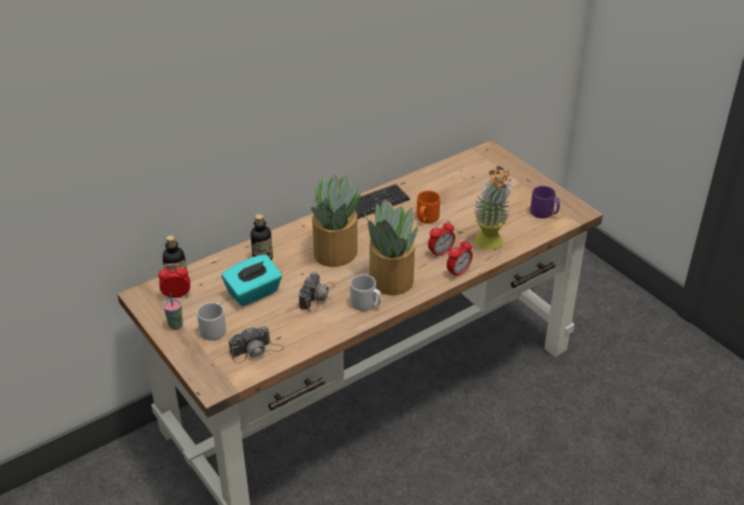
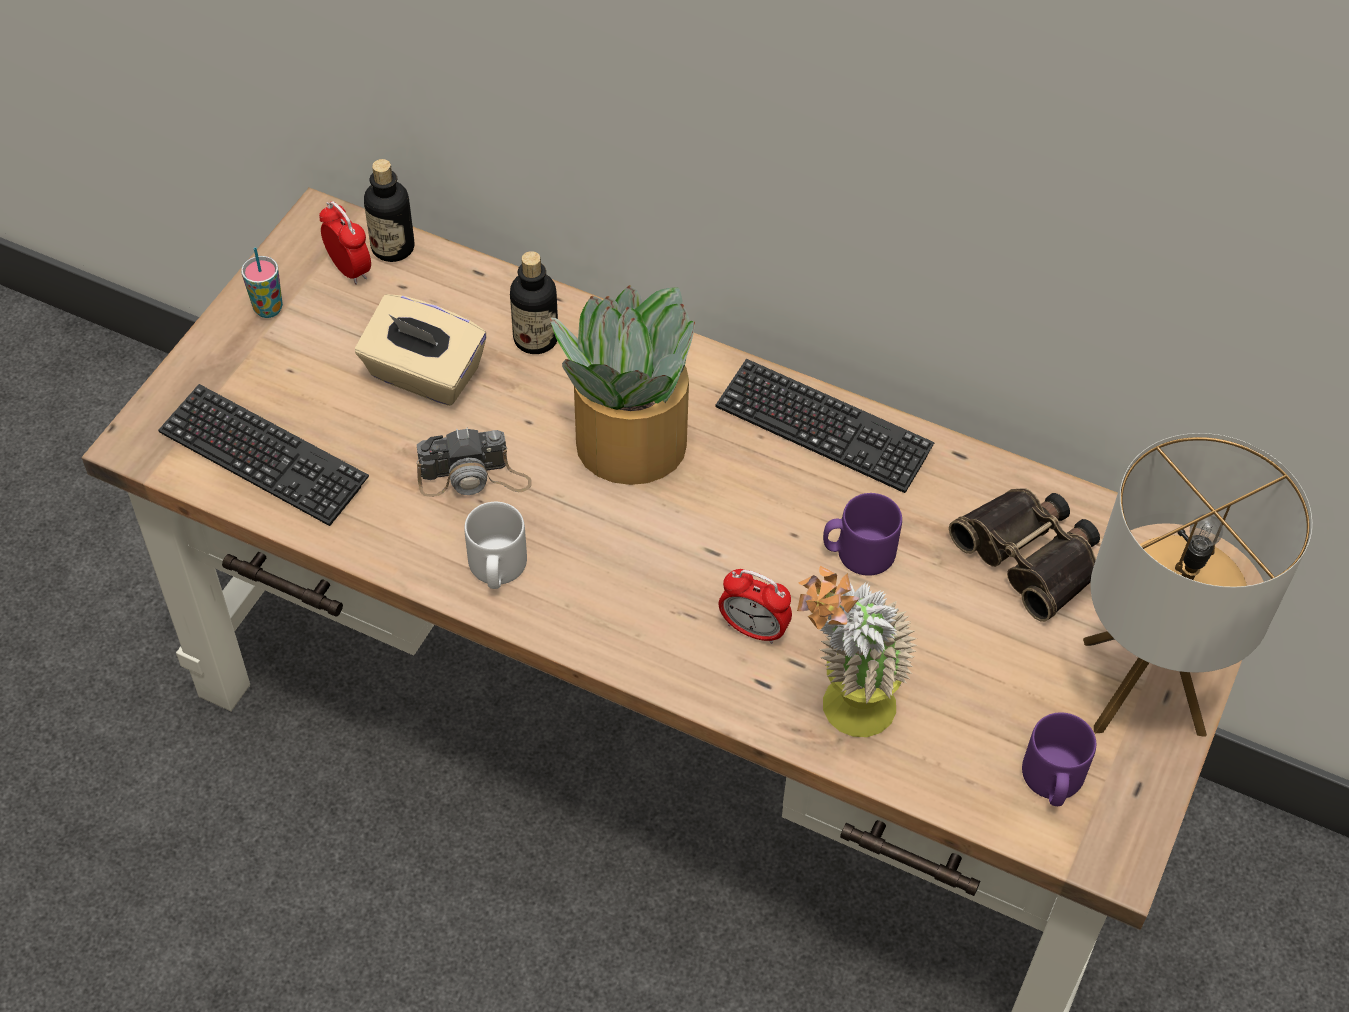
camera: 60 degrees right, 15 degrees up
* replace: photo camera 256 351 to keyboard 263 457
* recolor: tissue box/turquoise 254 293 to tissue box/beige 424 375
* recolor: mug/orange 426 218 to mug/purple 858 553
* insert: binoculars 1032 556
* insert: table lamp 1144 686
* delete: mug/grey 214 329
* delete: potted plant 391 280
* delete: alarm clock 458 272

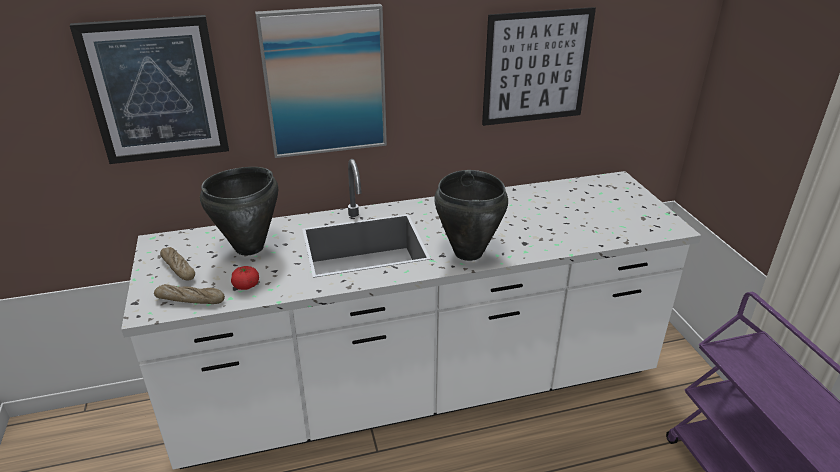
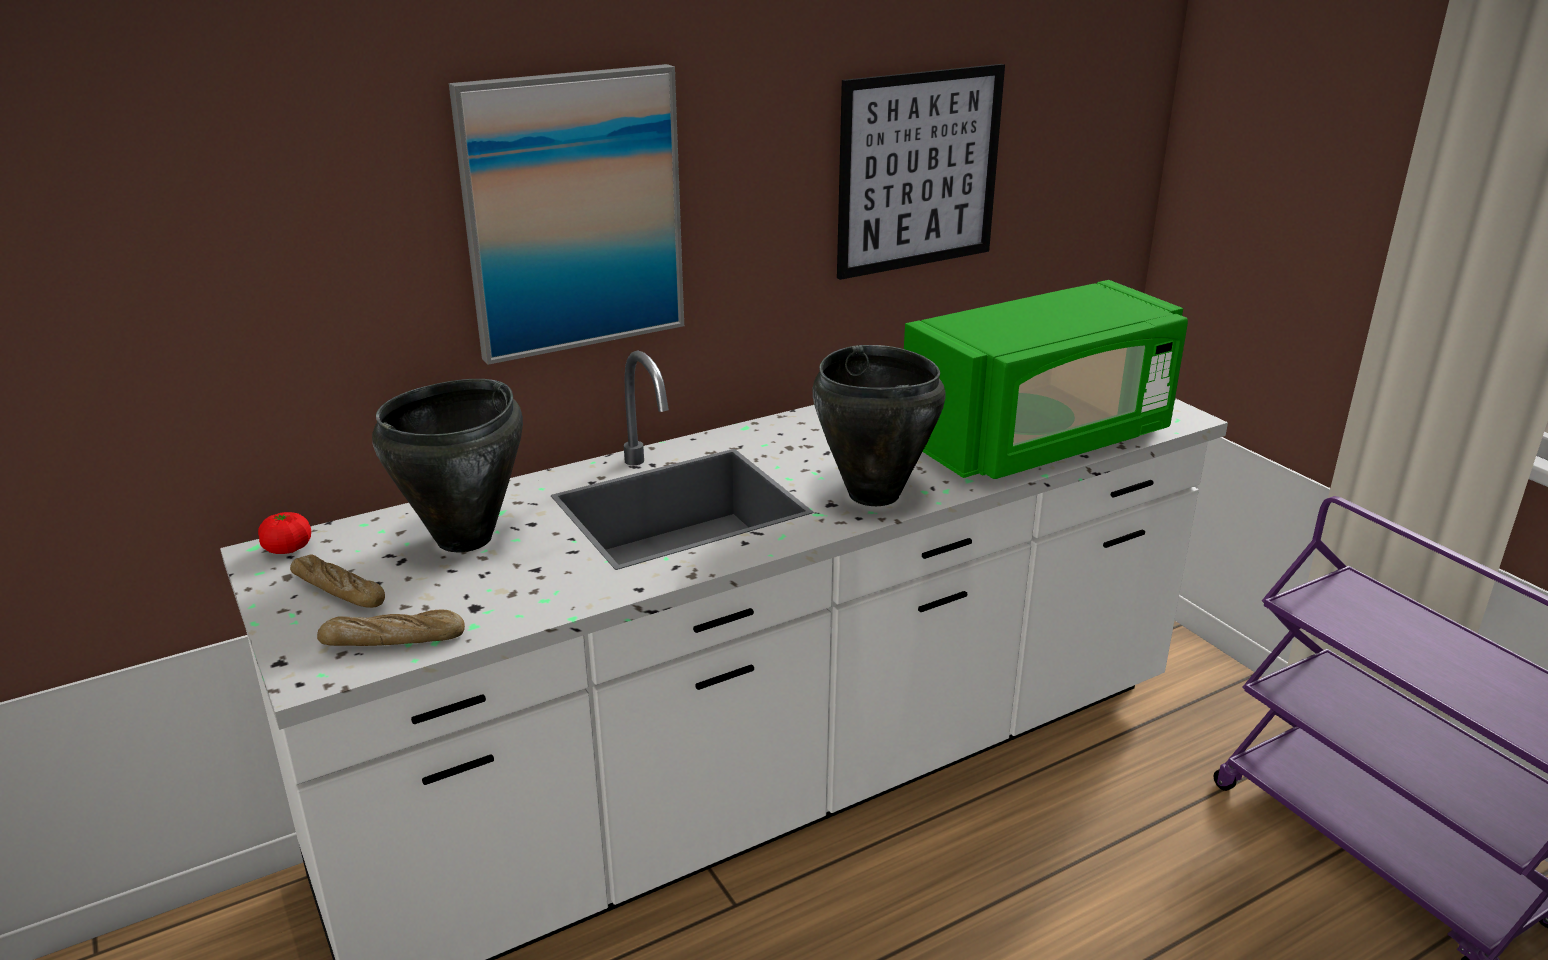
camera: 15 degrees left, 5 degrees down
* move: tomato 246 286 to 288 549
* insert: microwave/green 1040 441
* delete: picture 156 90

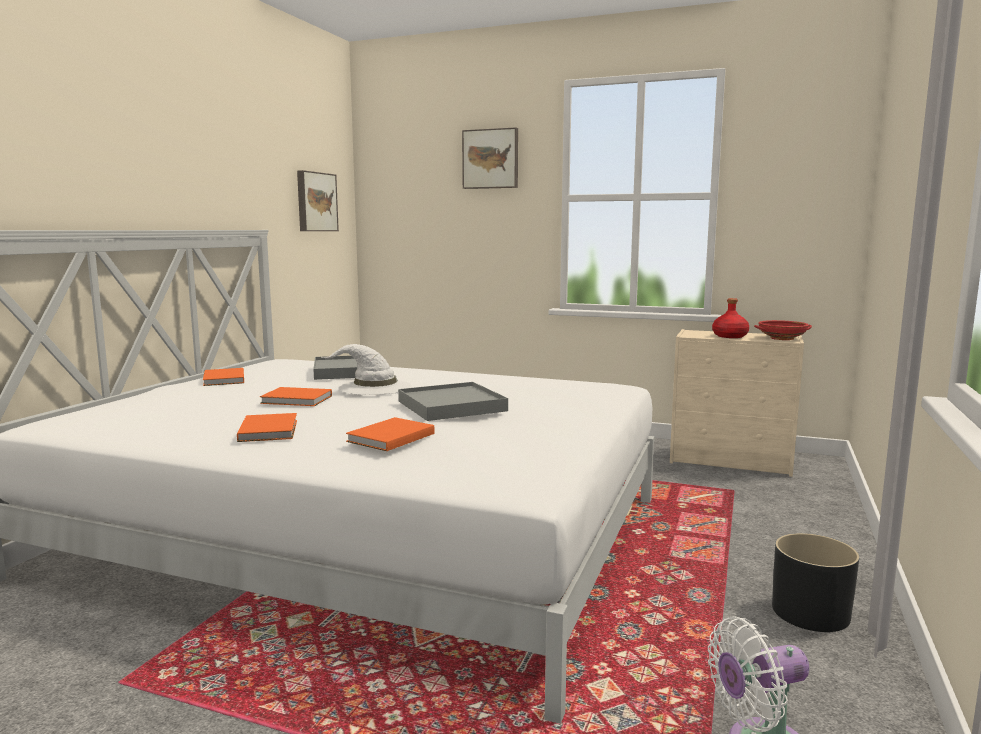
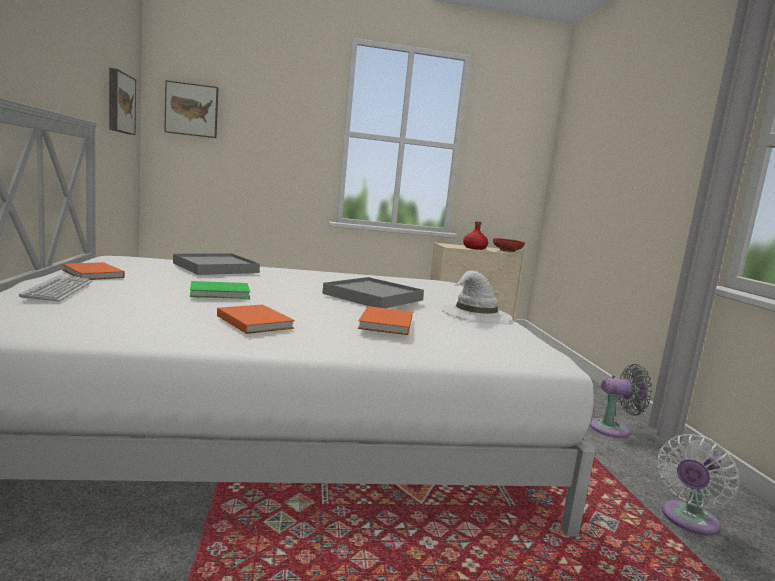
camera: 30 degrees left, 0 degrees up
* insert: keyboard 59 290
* move: picture 491 159 to 192 110
* recolor: book/orange 298 400 to book/green 221 293
* move: hat/white 374 387 to 475 313
* replace: planter/black 810 612 to fan/grey 614 429

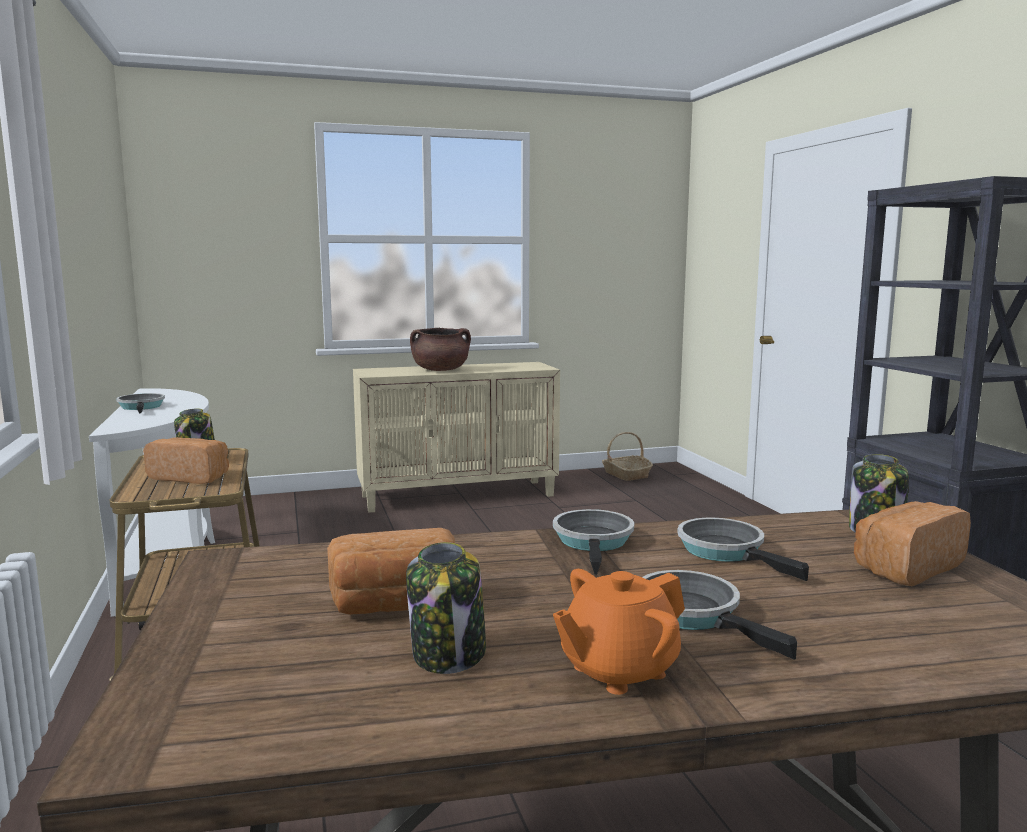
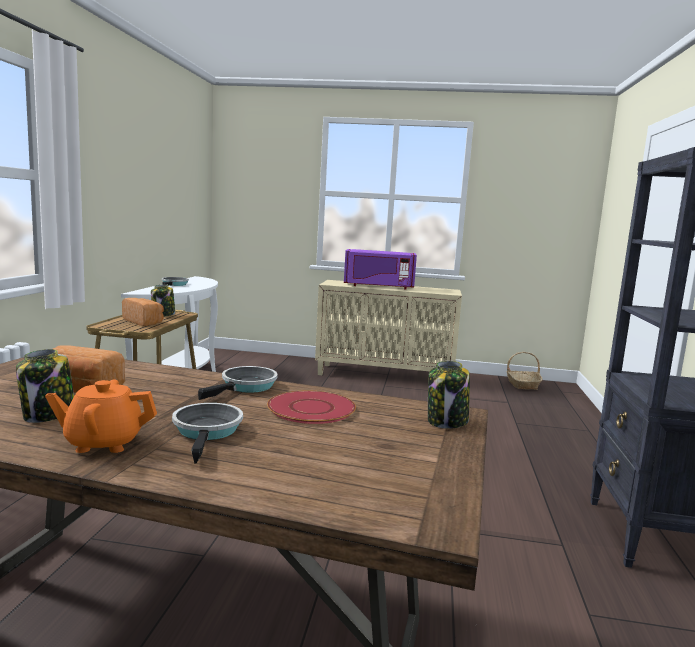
camera: 25 degrees right, 0 degrees up
* replace: frying pan 726 551 to plate/red 312 408
* replace: cooking pot/brown 440 370 to microwave/purple 378 286
* delete: bread 905 567

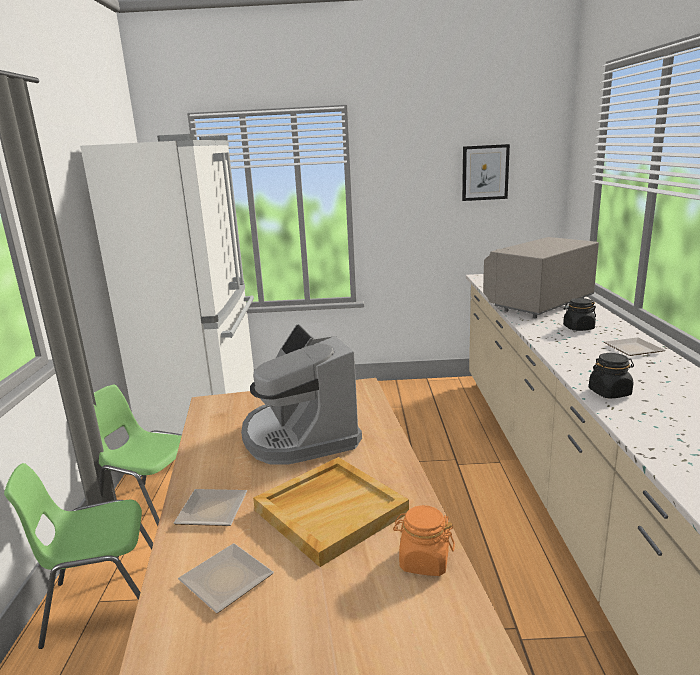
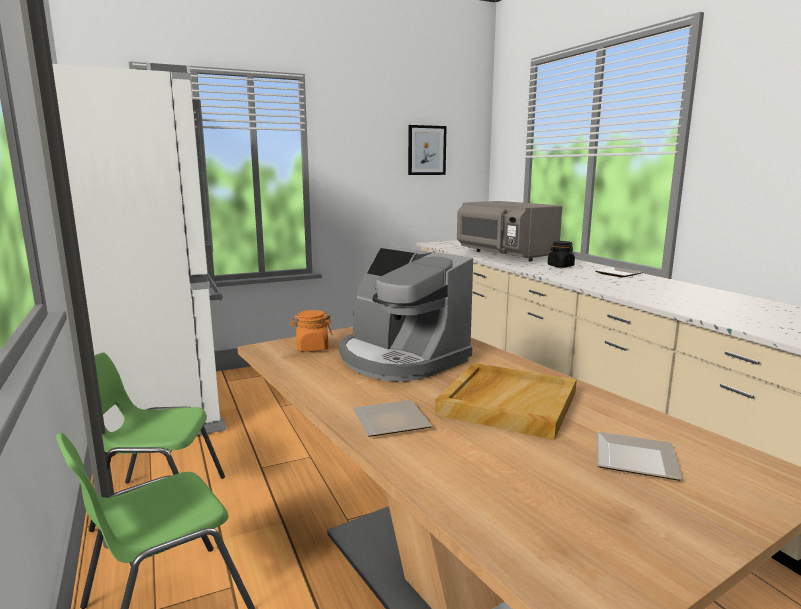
camera: 25 degrees left, 5 degrees down
* move: jar/orange 424 561 to 312 348
* rotate: microwave/grey 538 303 = 505 255 60 degrees counterclockwise
* move: plate 227 578 to 632 458
* delete: jar/black 609 392

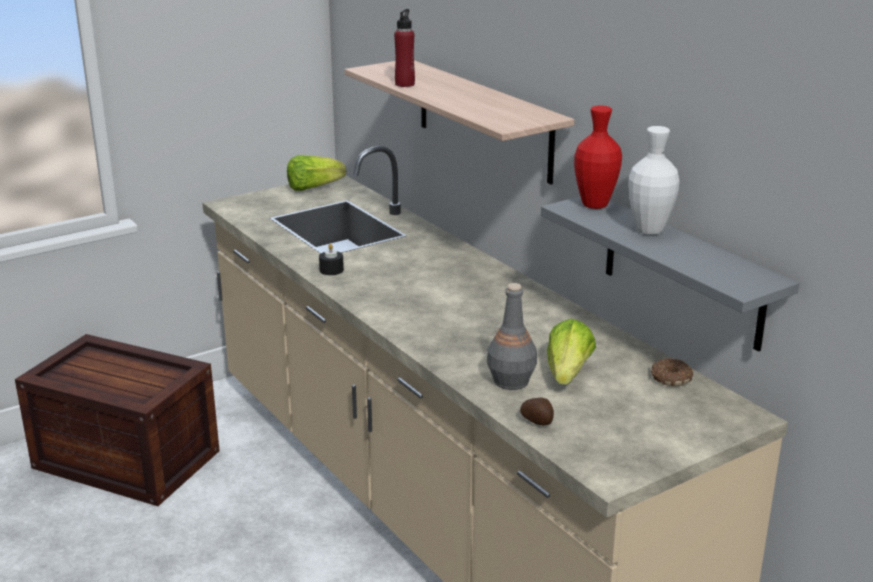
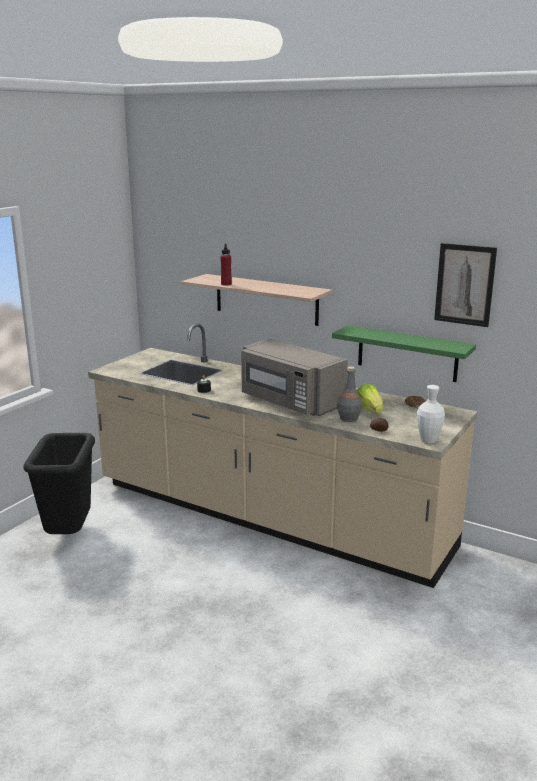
camera: 25 degrees left, 5 degrees down
* replace: crate 124 459 to trash can/black 69 535
* insert: microwave/grey 290 402
* recolor: shelf/grey 682 271 to shelf/green 407 353
* move: vase/white 649 230 to 428 441
* insert: picture 464 284
* delete: lettuce 313 188
* delete: vase/red 595 205

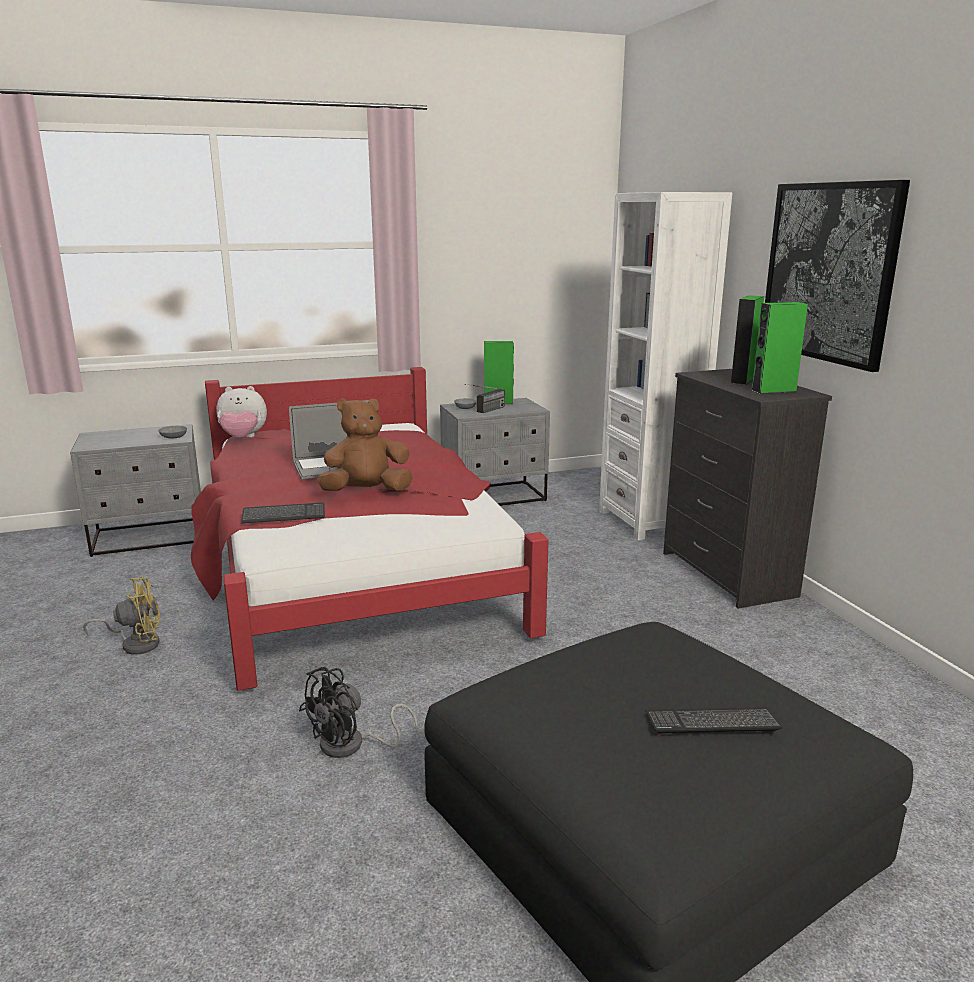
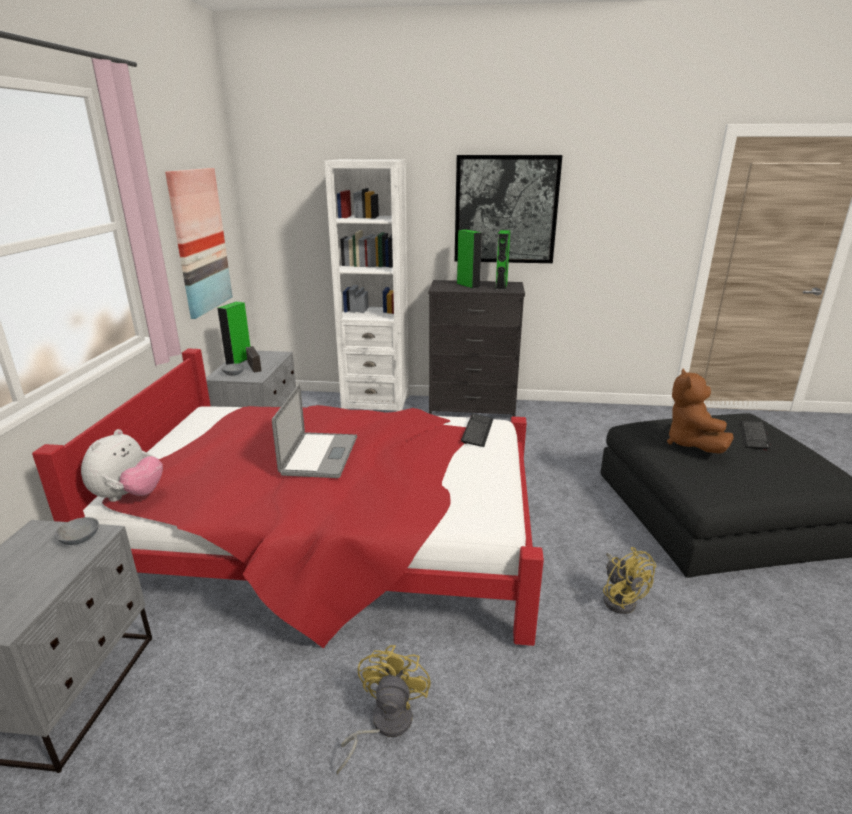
camera: 65 degrees left, 5 degrees up
* insert: picture 199 241
* move: keyboard 284 515 to 477 431
* recolor: fan/black 351 745 to fan/yellow 620 598
* move: plush toy/brown 366 492 to 691 444

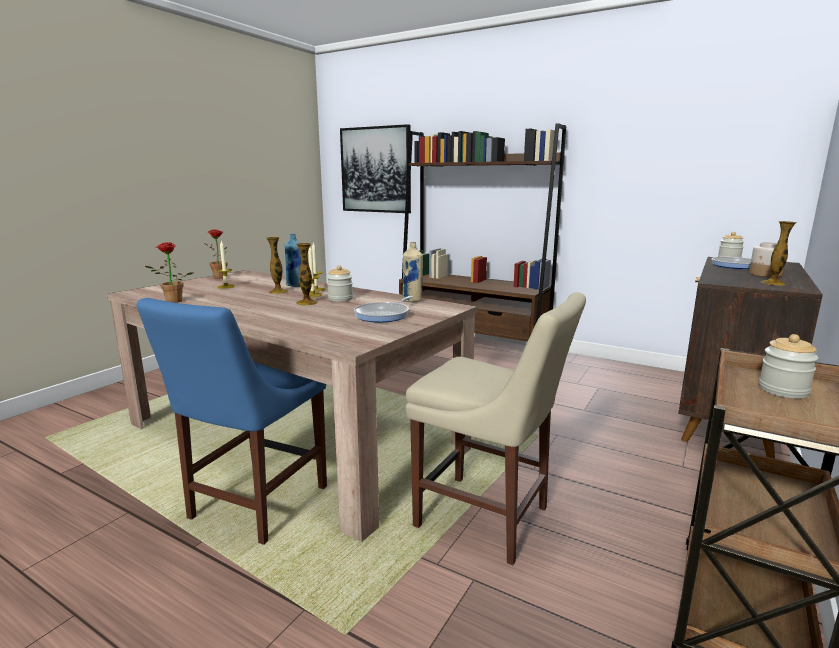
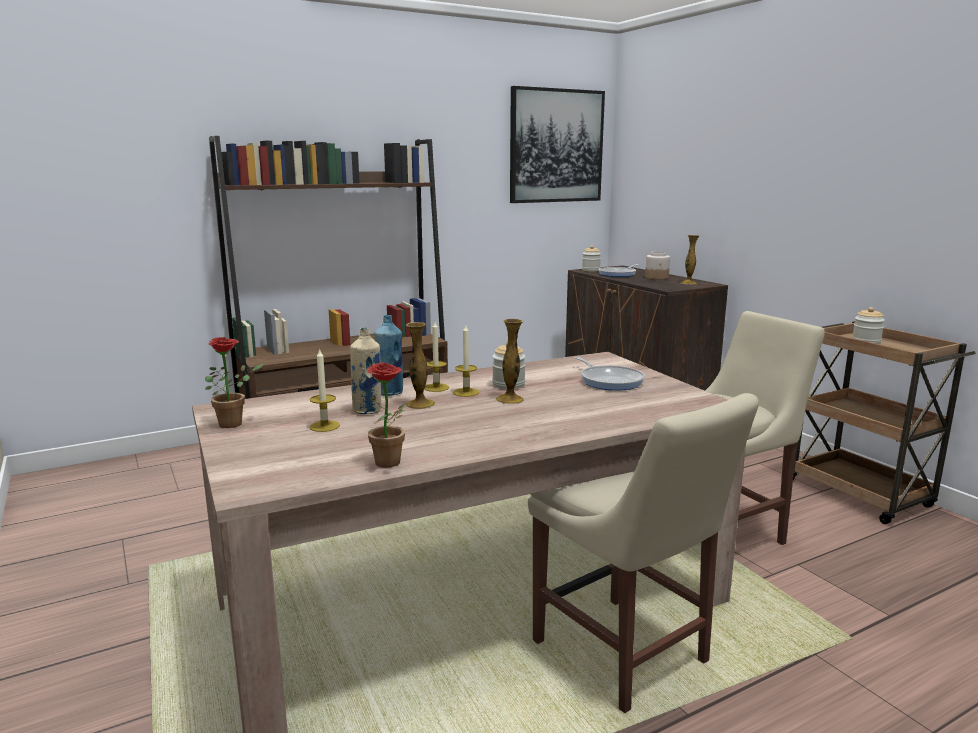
camera: 60 degrees left, 0 degrees up
* move: bottle/beige 412 300 to 367 411
* move: picture 376 170 to 556 146
* recolor: chair/blue 254 506 to chair/beige 625 656

